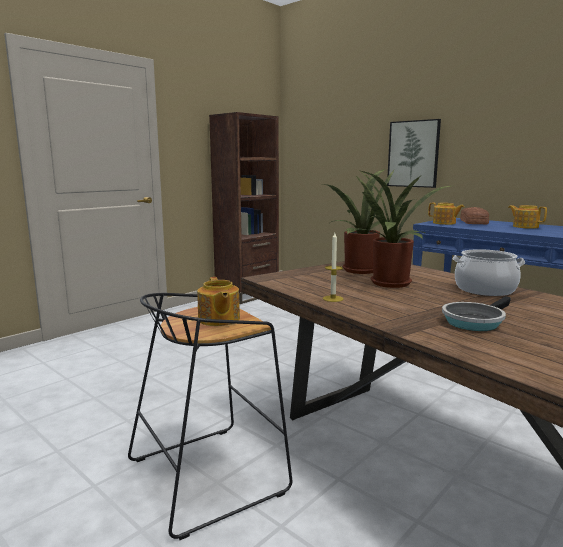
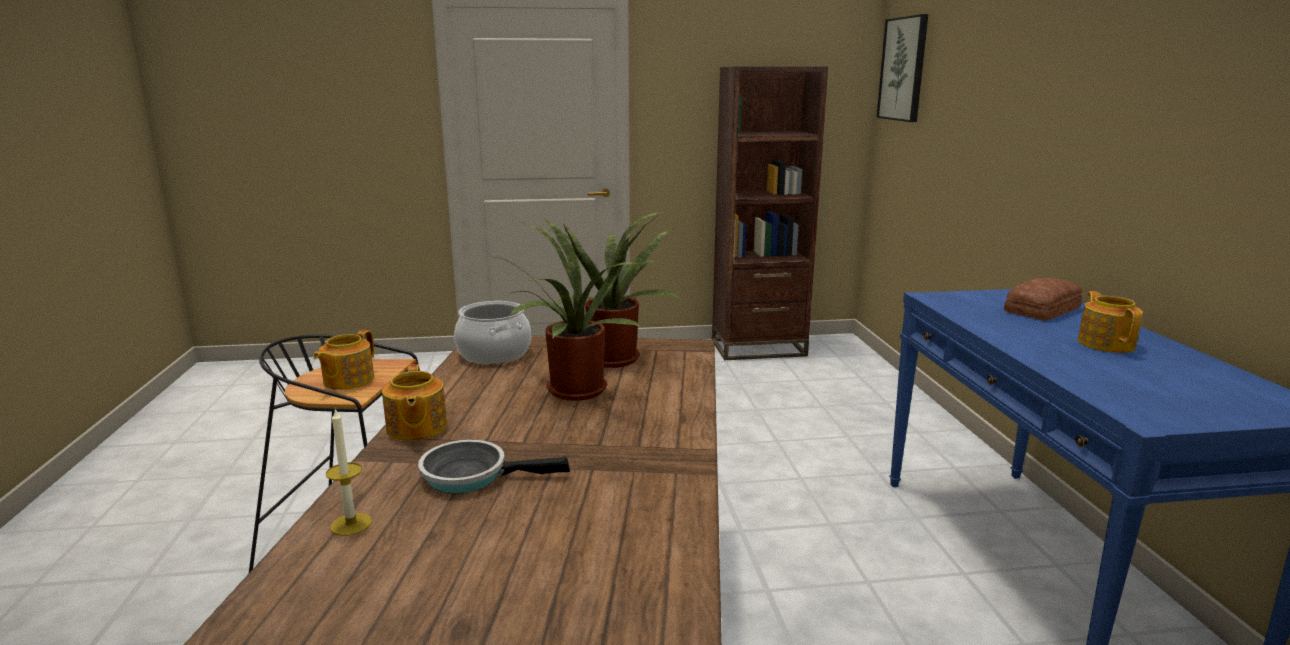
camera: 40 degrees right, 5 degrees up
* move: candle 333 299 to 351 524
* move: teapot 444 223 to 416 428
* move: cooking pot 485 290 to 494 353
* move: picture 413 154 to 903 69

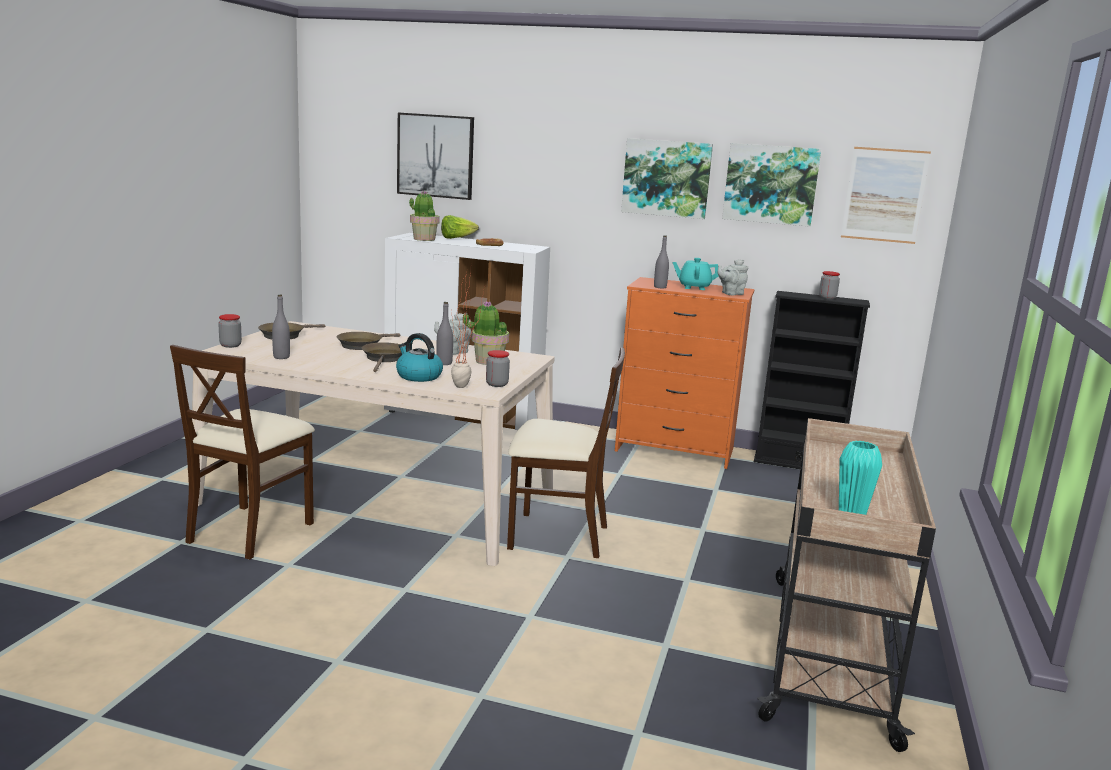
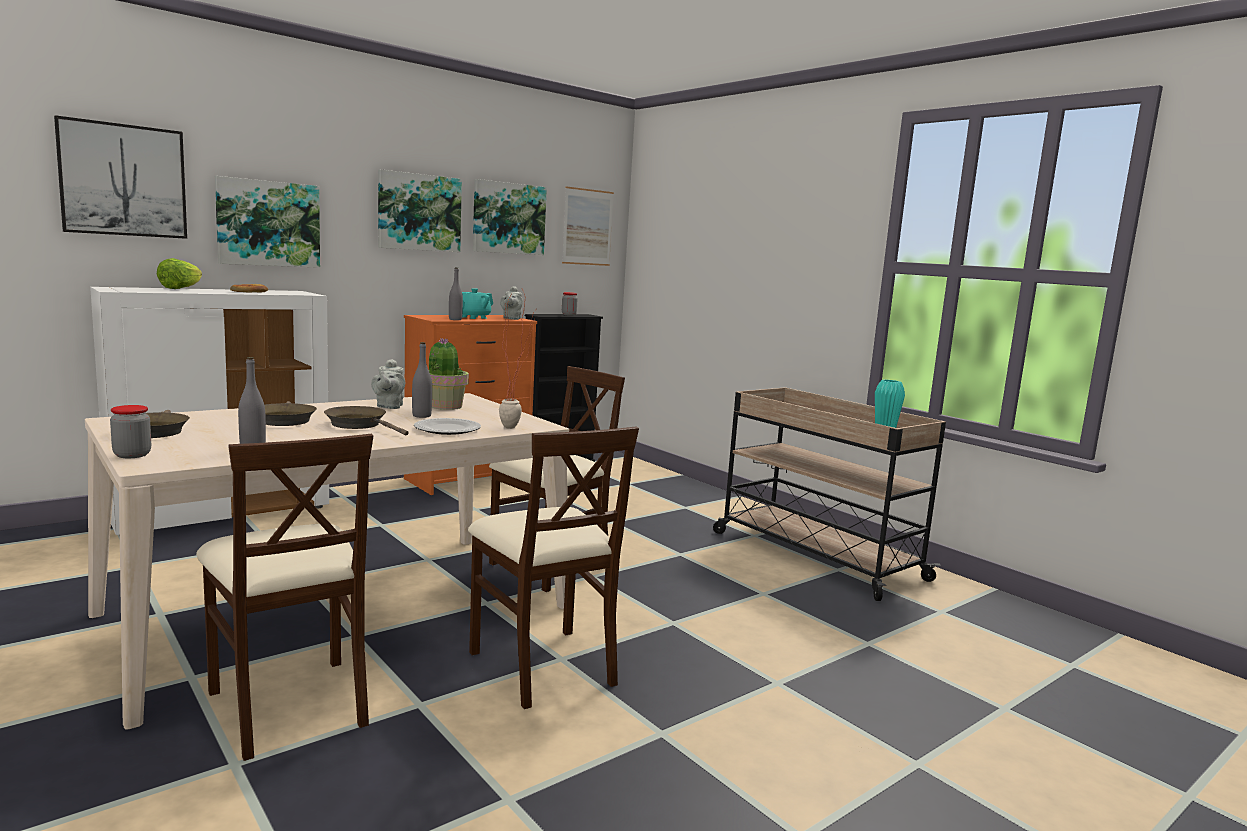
camera: 55 degrees left, 5 degrees down
* insert: picture 268 223
* replace: kettle 418 376 to plate 448 429
* insert: chair/beige 543 666
* delete: potted plant 424 239
* delete: jar 497 384

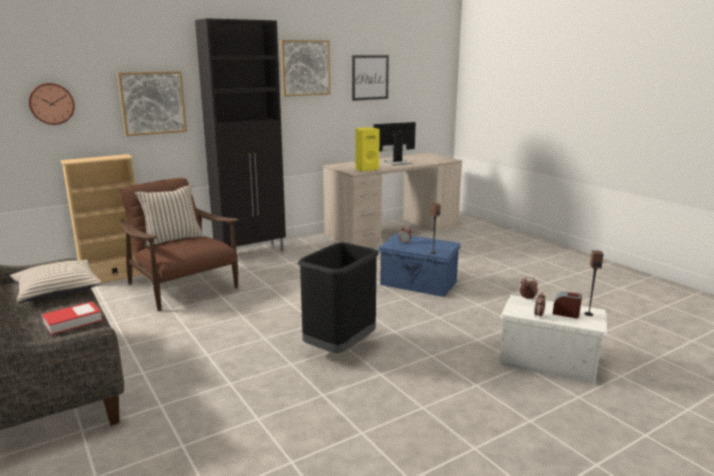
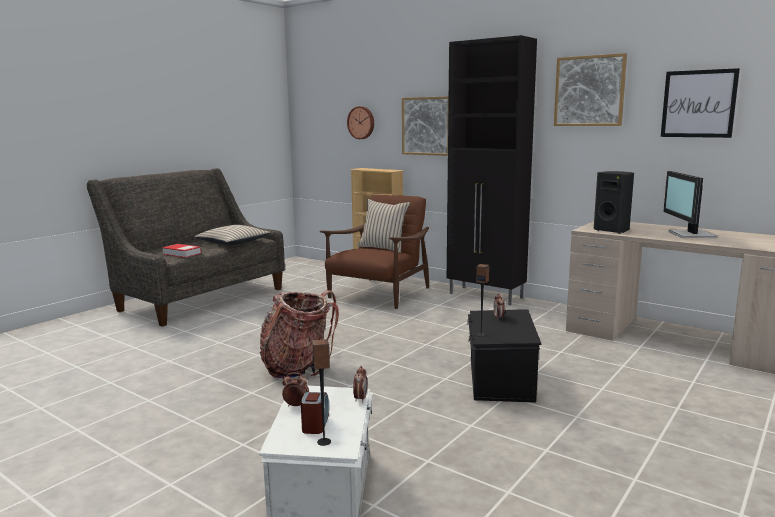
camera: 70 degrees right, 5 degrees down
* replace: trash can/black 340 347 to backpack 298 367
* recolor: storage box/blue 418 284 to storage box/black 499 380
* recolor: speaker/yellow 366 169 to speaker/black 612 230
* rotate: monitor 396 162 = 690 235 135 degrees counterclockwise

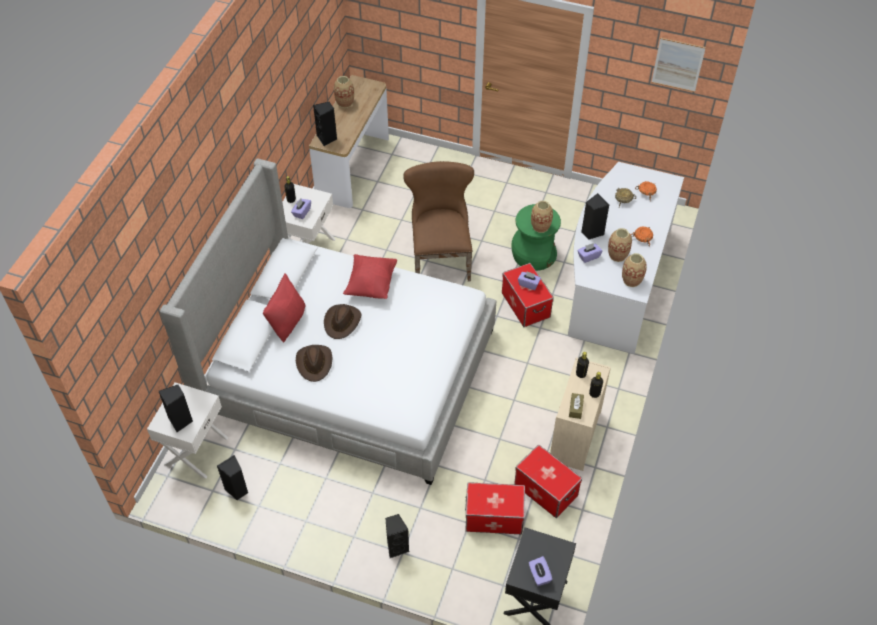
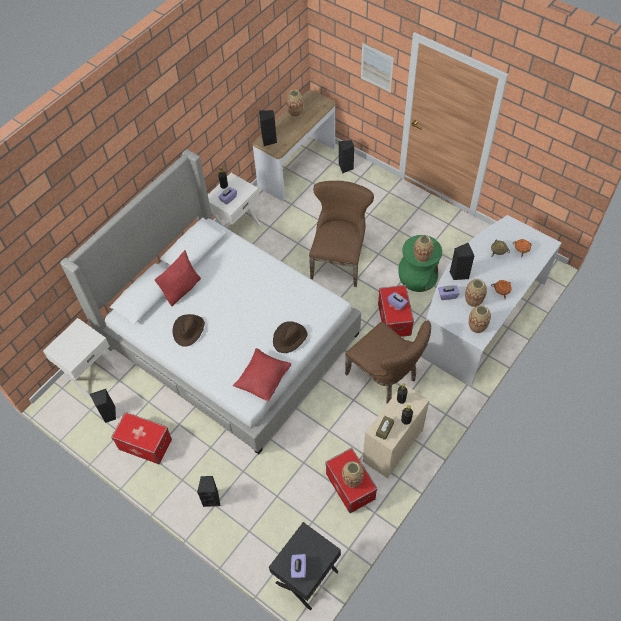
camera: 20 degrees right, 5 degrees up
* move: storage box 494 516 to 145 444
* move: pillow/red 371 284 to 263 380
* move: hat/brown 342 322 to 289 338
* move: speaker/black 181 421 to 346 167
* insert: vase 352 479
* insert: chair/brown 385 378
* move: picture 678 65 to 377 67

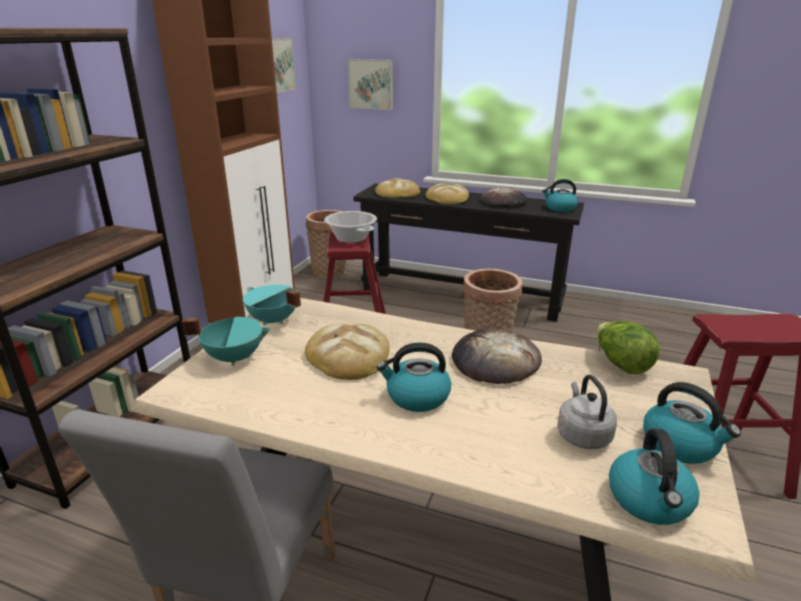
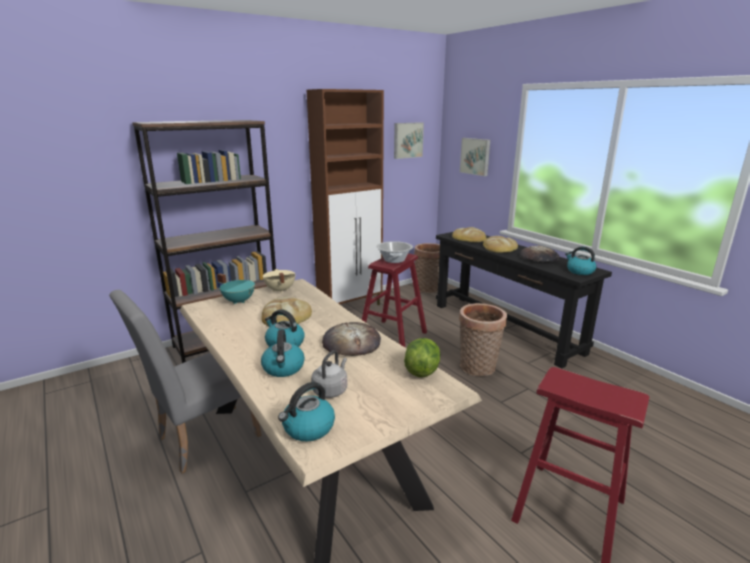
camera: 35 degrees right, 5 degrees down
* move: kettle 680 444 to 283 368
* recolor: cooking pot/turquoise 273 321 to cooking pot/beige 279 290

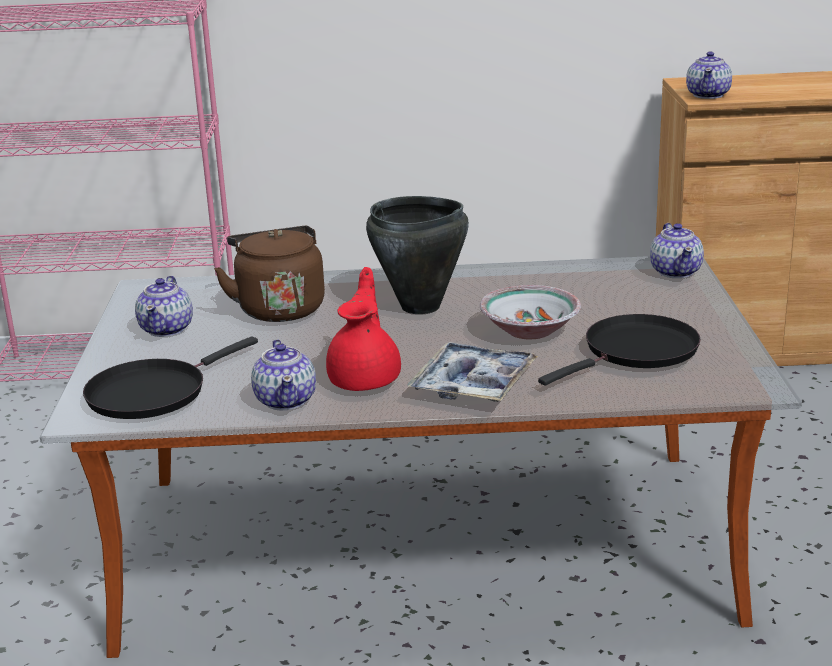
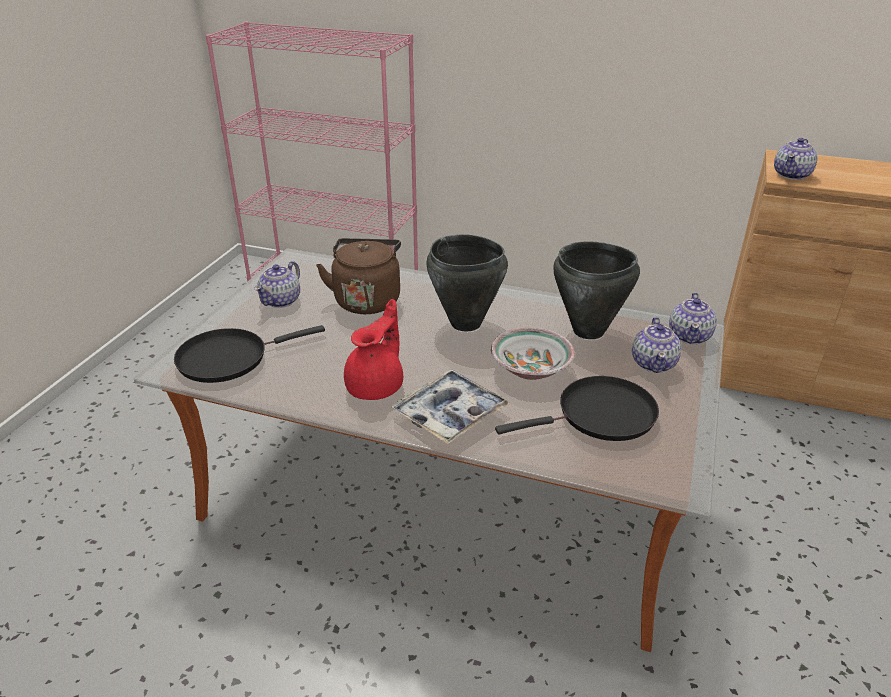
camera: 20 degrees right, 10 degrees up
* insert: cooking pot/black 589 331
* move: teapot 286 400 to 654 363

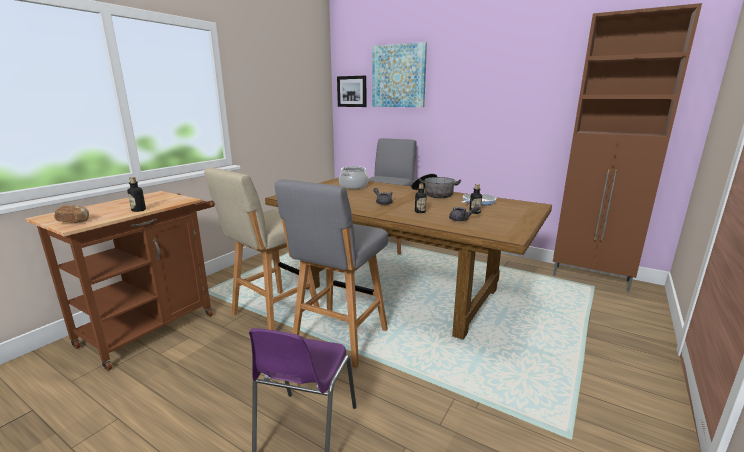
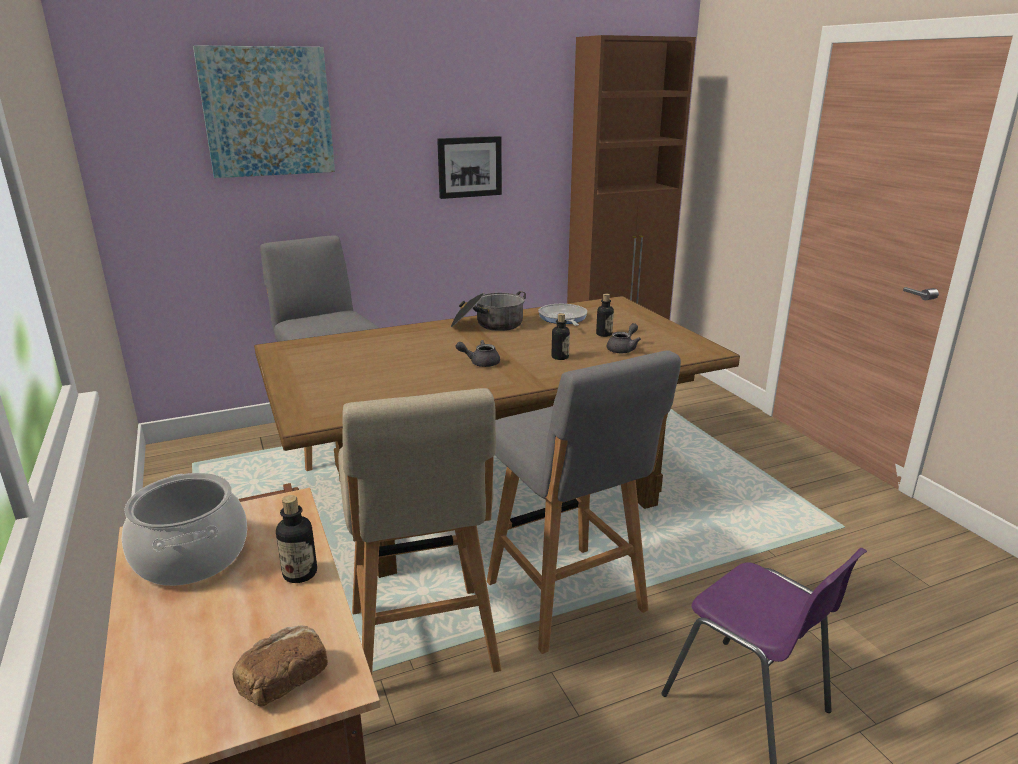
camera: 55 degrees left, 5 degrees up
* move: cooking pot 353 186 to 192 556
* move: picture 352 91 to 469 167

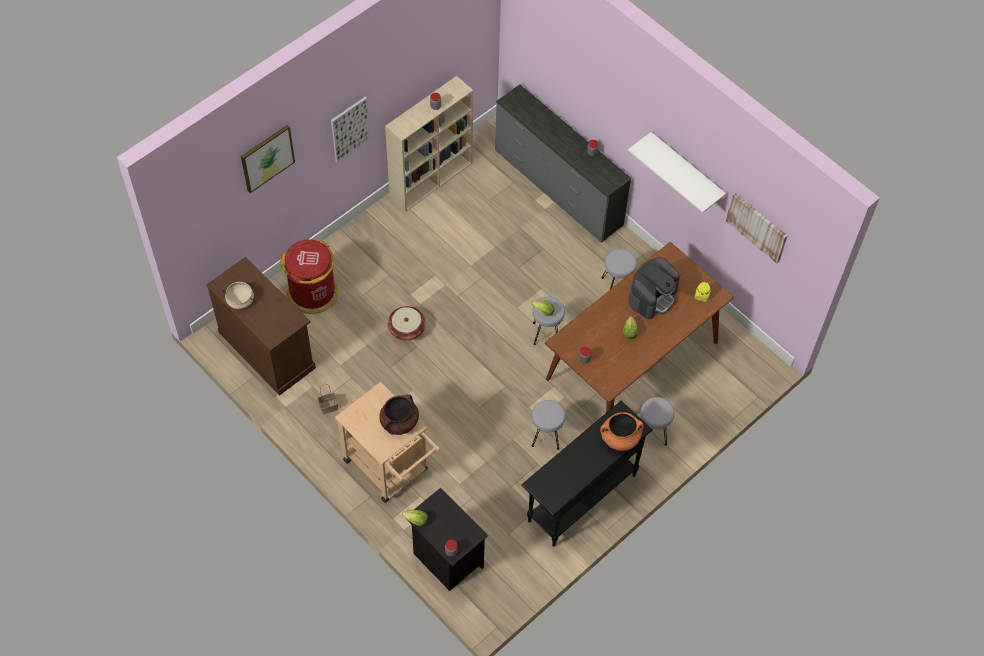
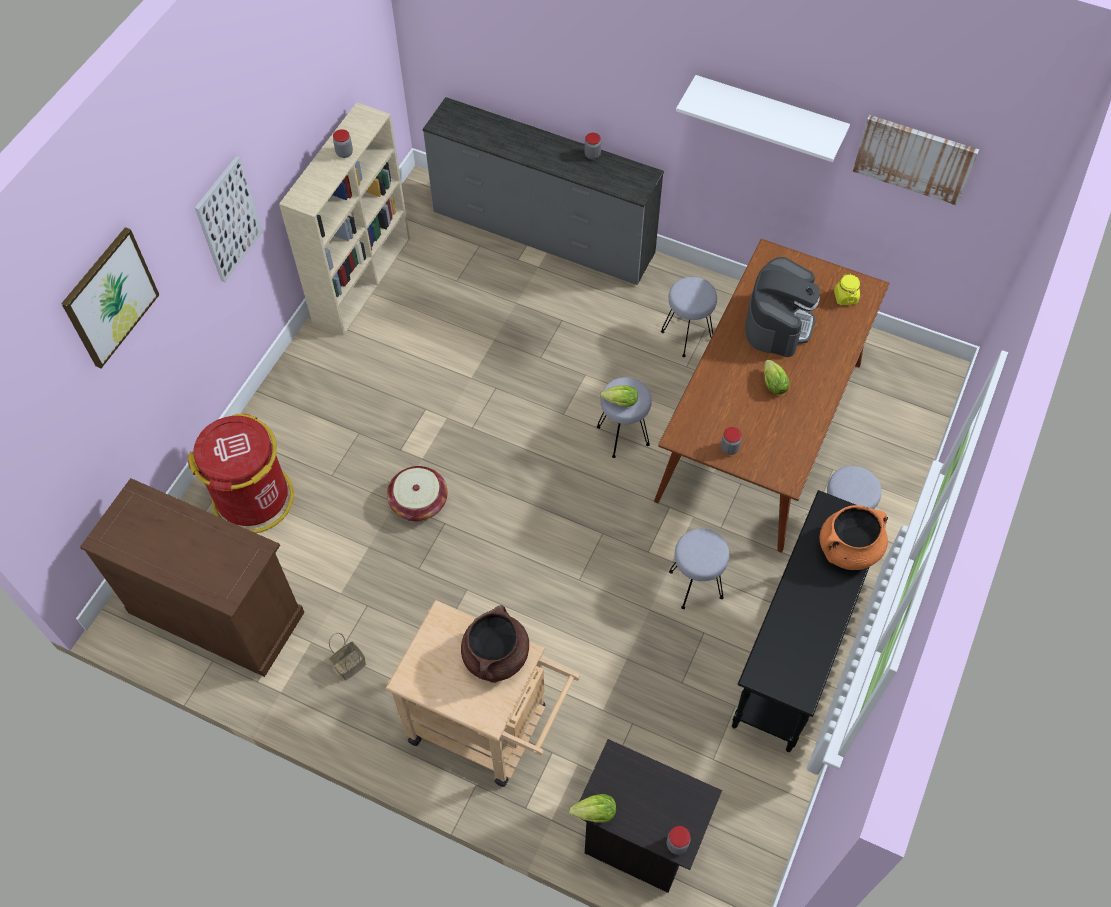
camera: 20 degrees left, 0 degrees up
* delete: cooking pot/beige 240 300

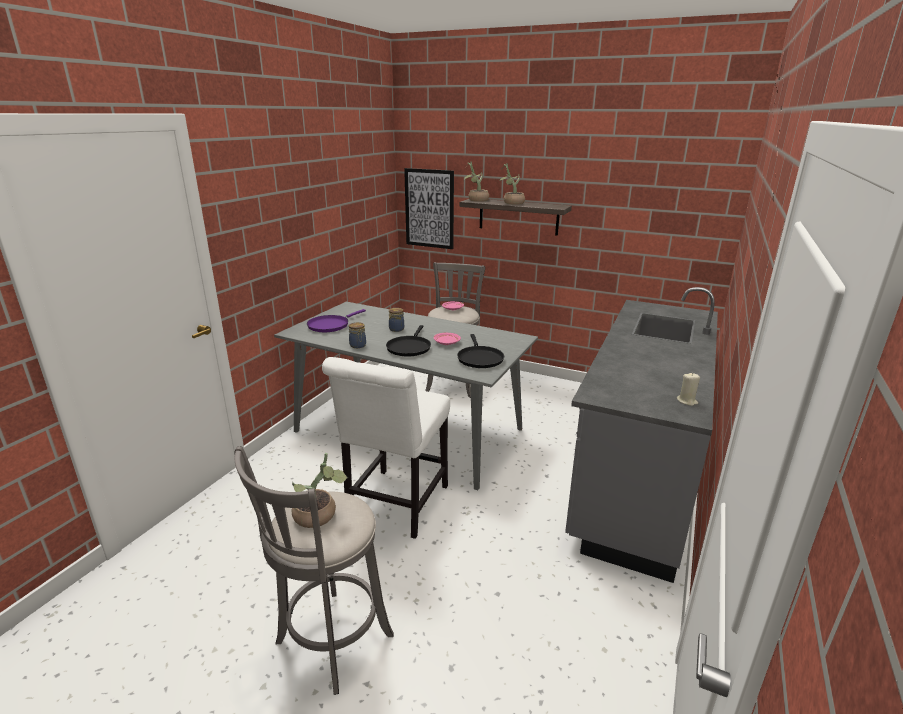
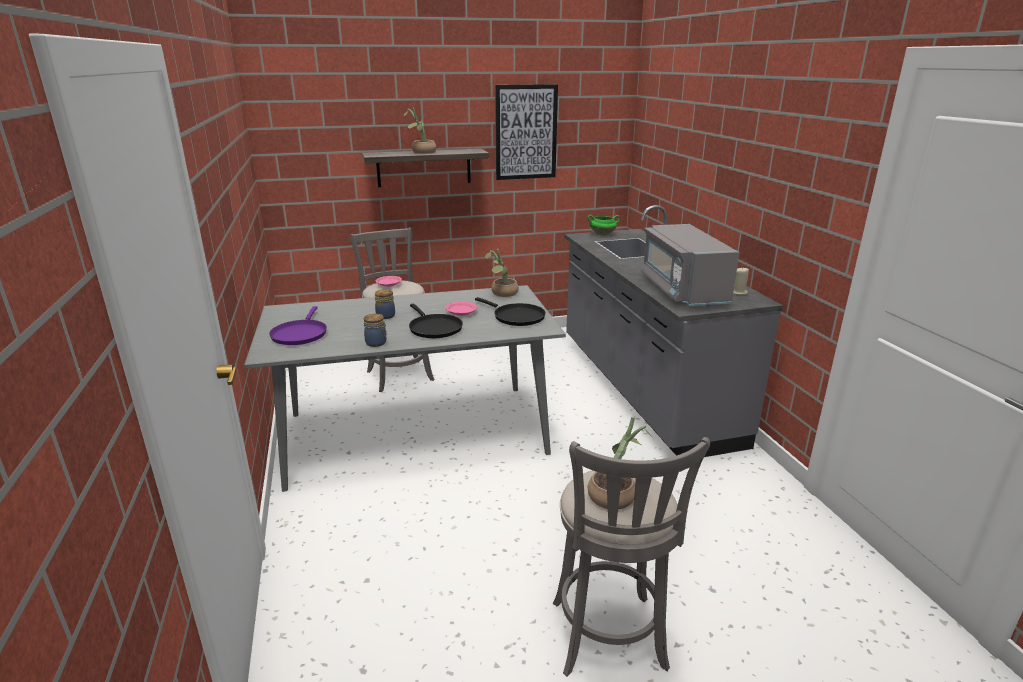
camera: 40 degrees left, 0 degrees up
* move: potted plant 475 200 to 502 294
* move: picture 429 208 to 526 132
* insert: cooking pot/green 602 234
* insert: microwave/grey 682 290
* delete: chair/white 395 506

